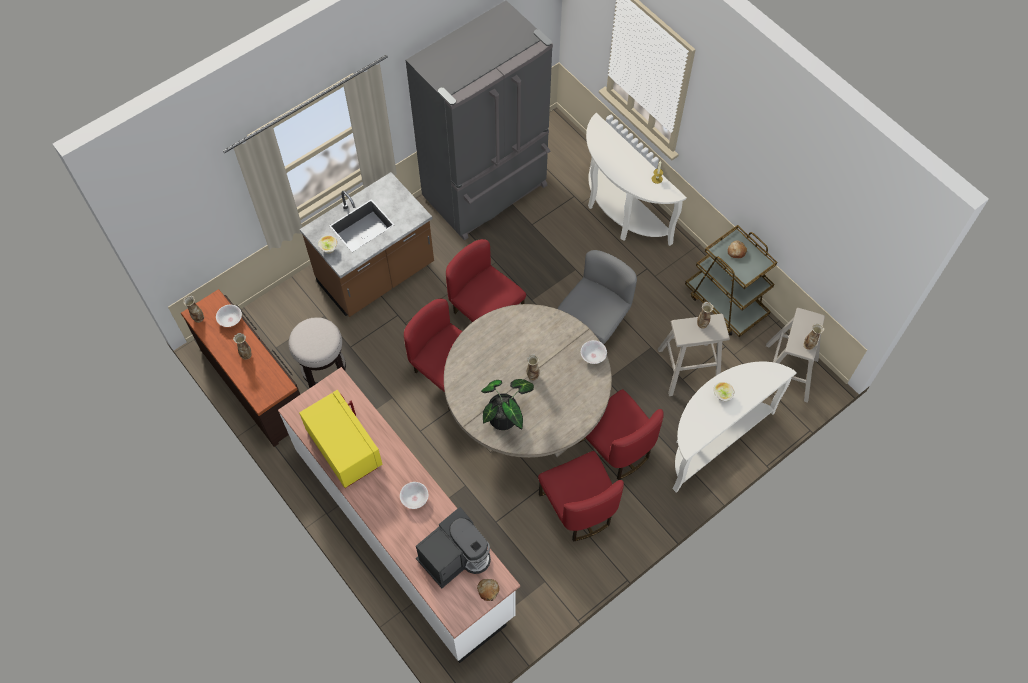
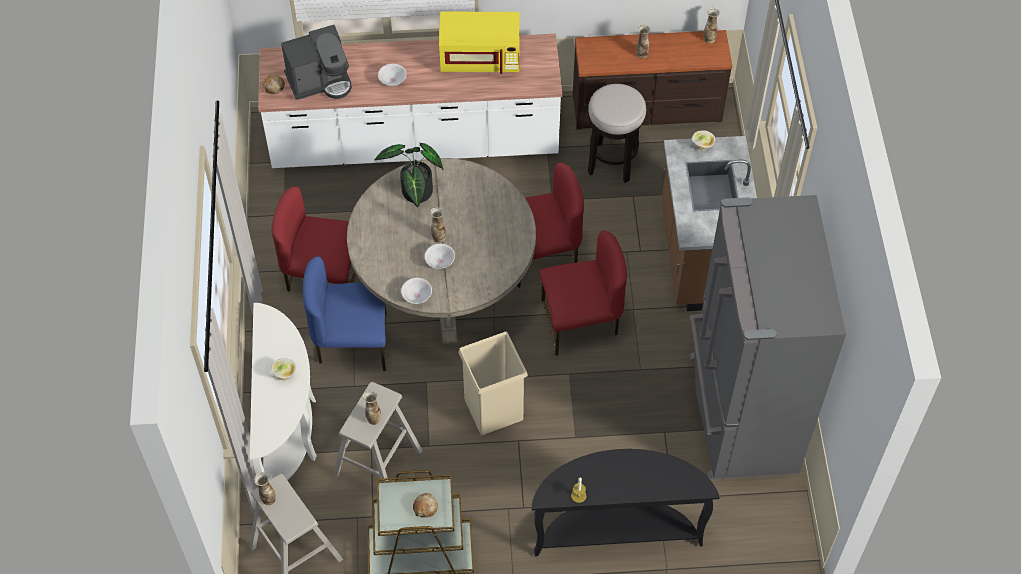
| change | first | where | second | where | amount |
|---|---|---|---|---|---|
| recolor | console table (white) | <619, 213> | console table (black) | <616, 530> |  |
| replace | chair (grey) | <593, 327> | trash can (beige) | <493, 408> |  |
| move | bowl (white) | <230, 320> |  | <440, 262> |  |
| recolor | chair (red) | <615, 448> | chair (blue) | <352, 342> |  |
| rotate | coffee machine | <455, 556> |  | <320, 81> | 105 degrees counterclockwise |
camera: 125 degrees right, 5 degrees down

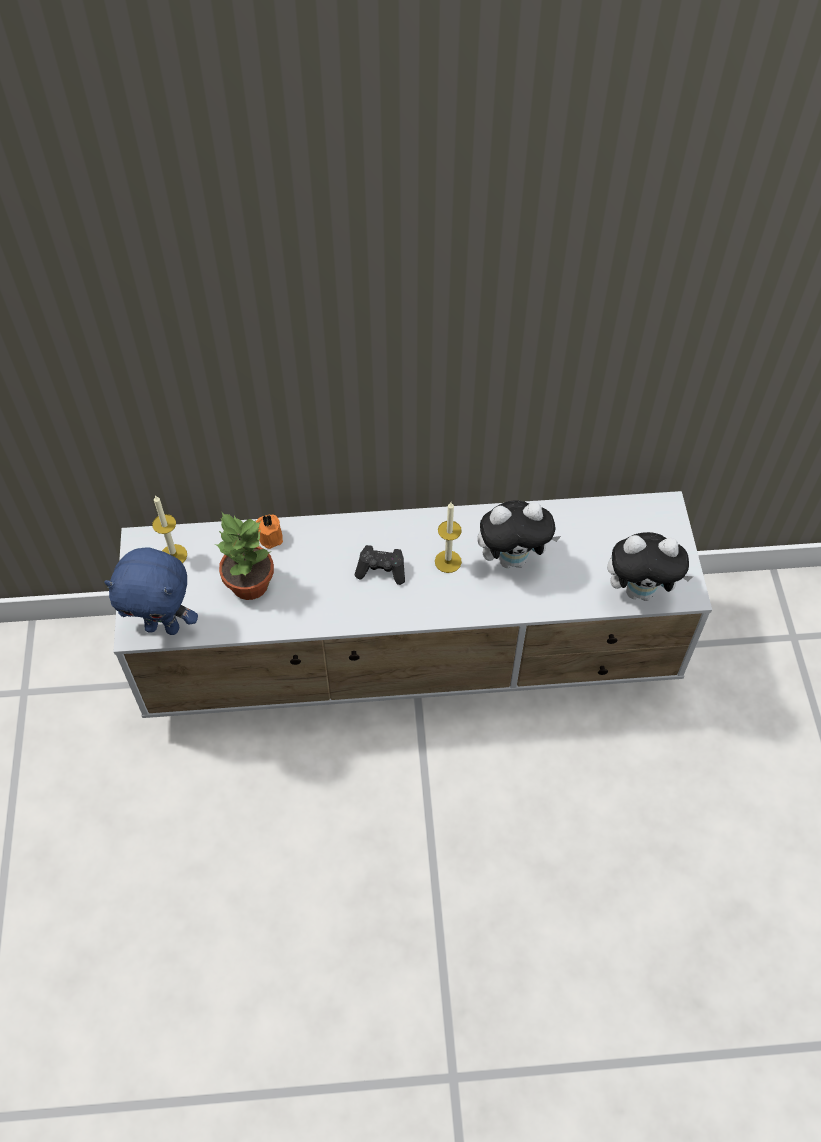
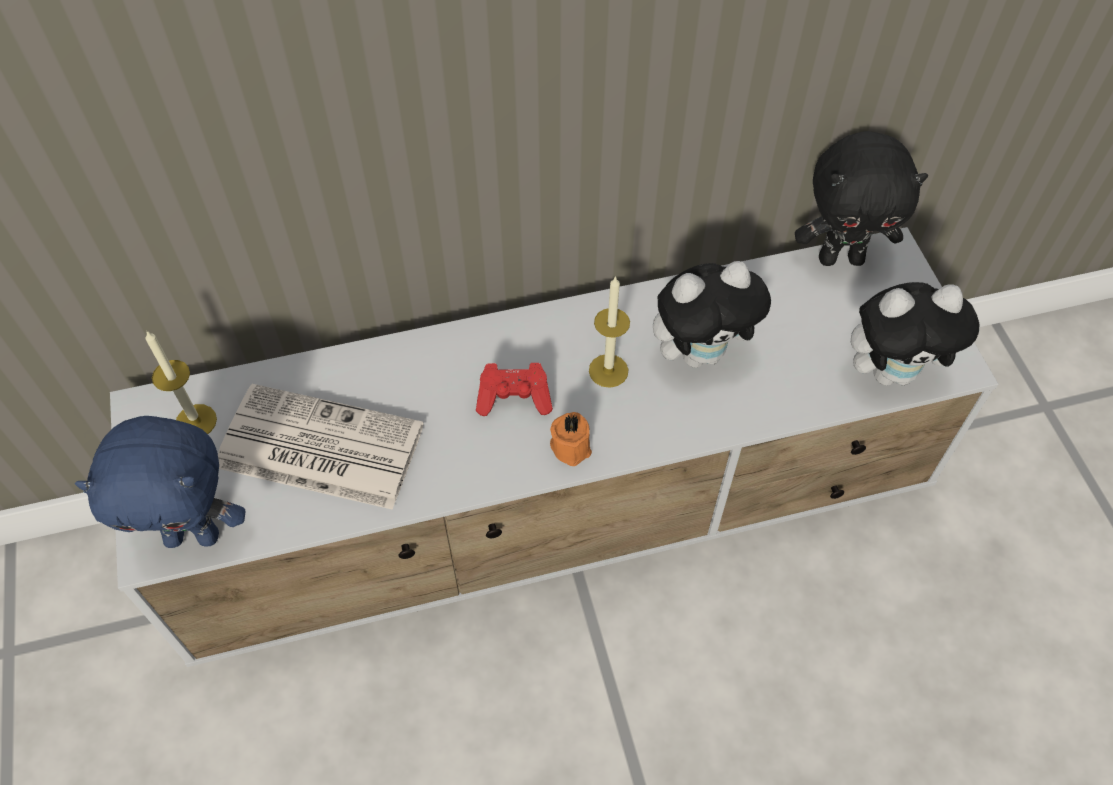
| change | first | where | second | where | amount |
|---|---|---|---|---|---|
| replace | potted plant | <248, 583> | newspaper | <317, 447> |  |
| move | candle (orange) | <271, 536> |  | <571, 446> |  |
| recolor | game controller (black) | <382, 570> | game controller (red) | <514, 398> |  |
| insert |  |  | plush toy (black) | <841, 258> |  |
camera: 10 degrees left, 0 degrees up

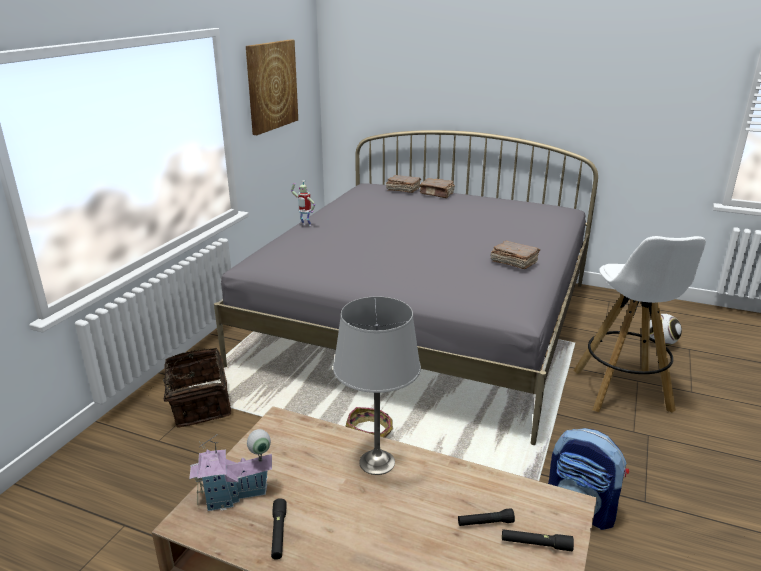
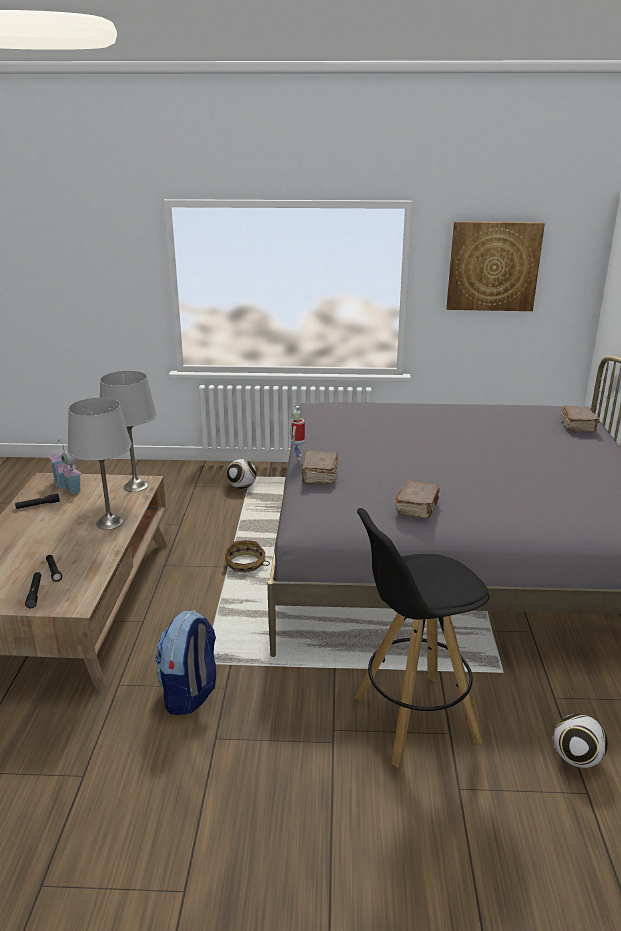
| change | first | where | second | where | amount |
|---|---|---|---|---|---|
| move | book (brown) | <437, 194> |  | <319, 475> |  |
| move | toy robot | <305, 225> |  | <297, 457> |  |
| recolor | stool (white) | <622, 392> | stool (black) | <413, 719> |  |
| replace | basket | <198, 404> | football | <242, 487> |  |
| insert |  |  | table lamp (grey) | <135, 486> |  |
camera: 70 degrees right, 0 degrees up

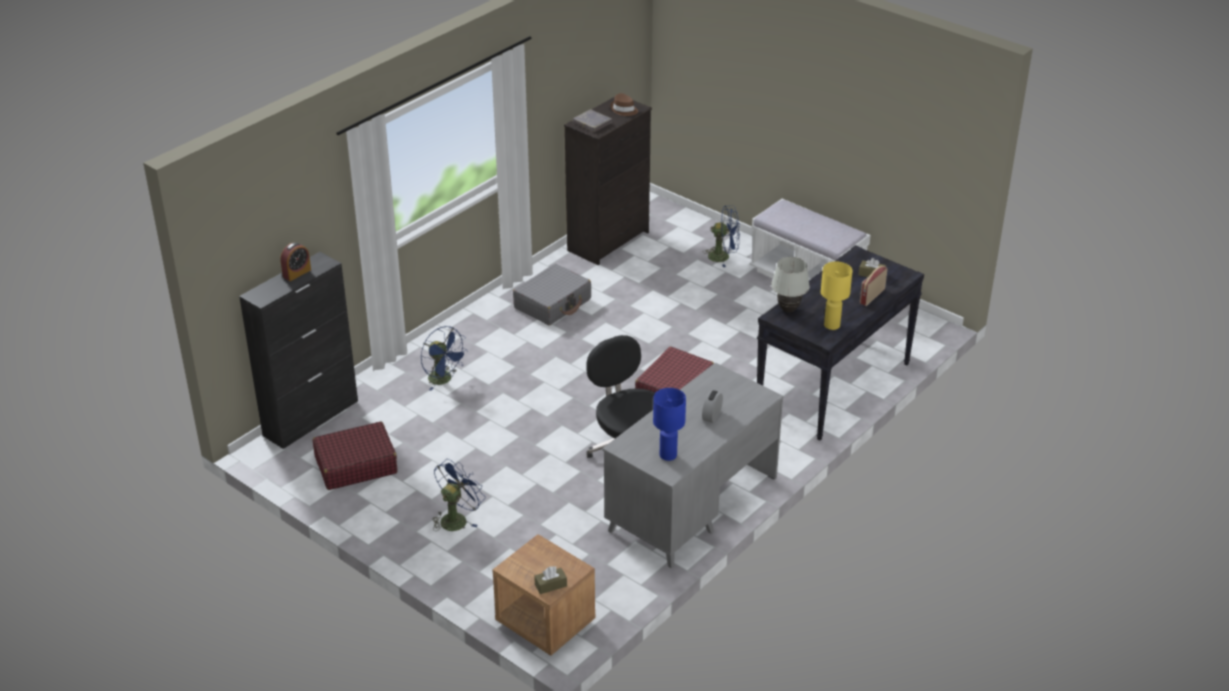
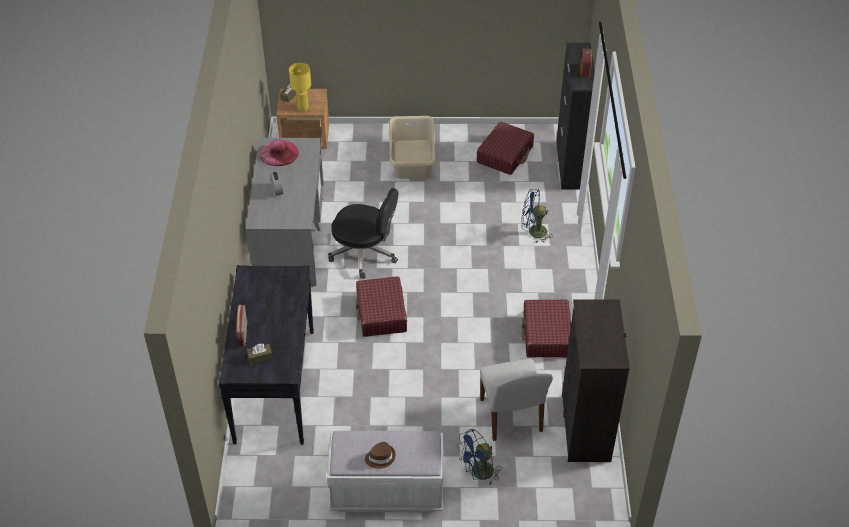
| change | first | where | second | where | amount |
|---|---|---|---|---|---|
| move | hat (brown) | <624, 110> |  | <380, 457> |  |
| delete | book (grey) | <592, 123> |  |  |  |
| delete | table lamp (white) | <788, 310> |  |  |  |
| move | table lamp (yellow) | <831, 325> |  | <303, 107> |  |
| recolor | suitcase (grey) | <553, 303> | suitcase (red) | <546, 335> |  |
| replace | table lamp (blue) | <668, 455> | hat (pink) | <279, 153> |  |
| replace | fan (blue) | <457, 518> | laundry basket (beige) | <412, 159> |  |
| insert |  |  | chair (white) | <511, 417> |  |
camera: 140 degrees right, 10 degrees up

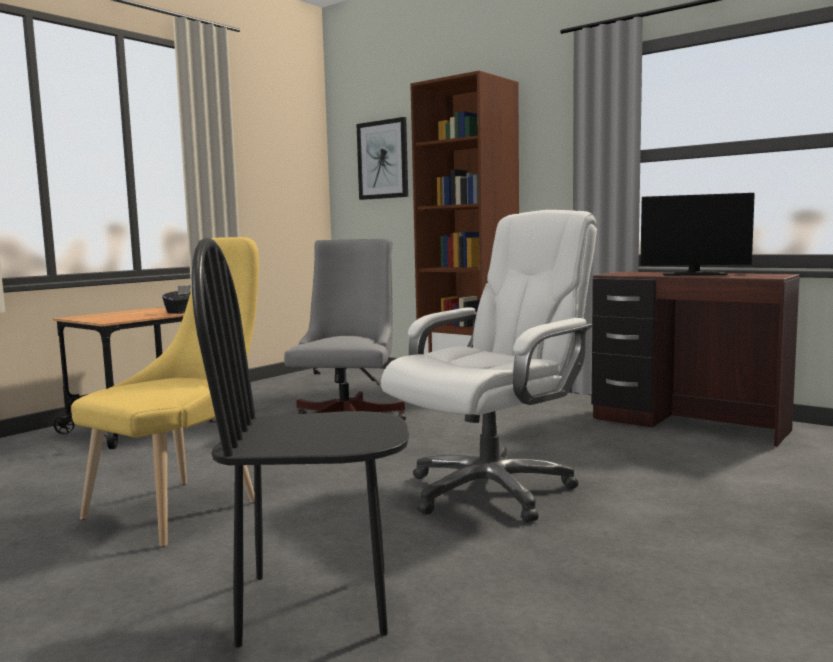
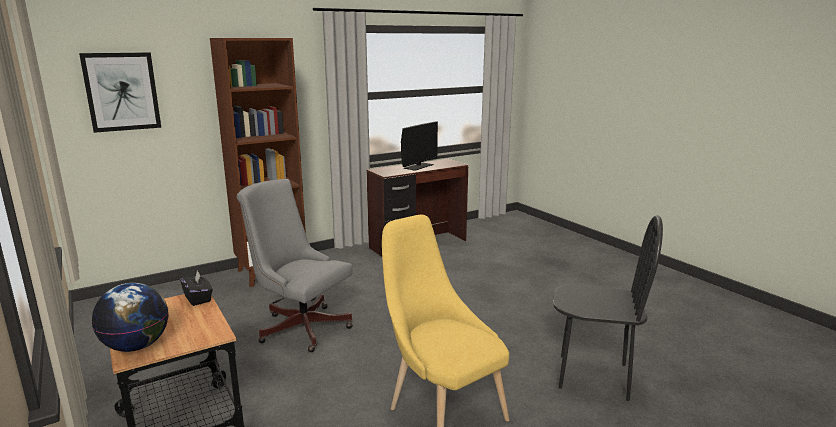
| change | first | where | second | where | amount |
|---|---|---|---|---|---|
| delete | office chair (white) | <490, 490> |  |  |  |
| rotate | chair (black) | <316, 604> |  | <593, 376> | 90 degrees counterclockwise |
| insert |  |  | globe | <137, 346> |  |
camera: 70 degrees left, 10 degrees up

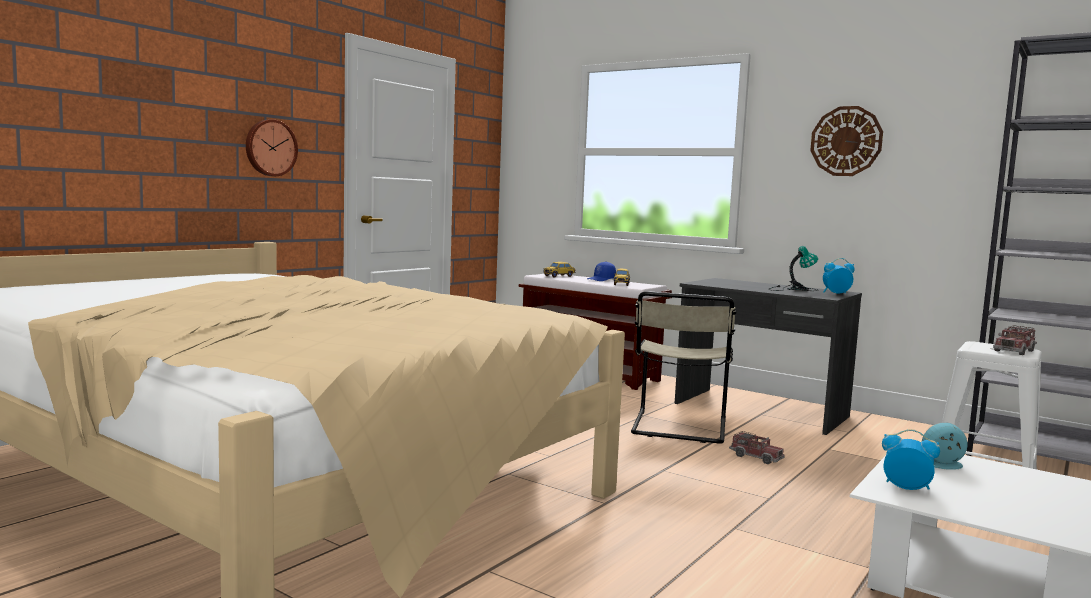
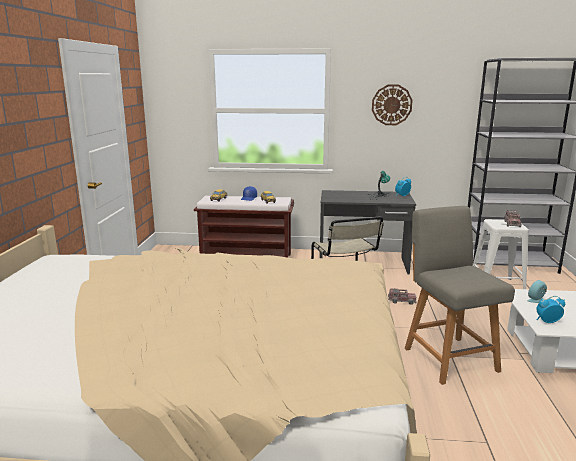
| change | first | where | second | where | amount |
|---|---|---|---|---|---|
| delete | wall clock | <270, 148> |  |  |  |
| insert |  |  | chair (grey) | <448, 357> |  |
camera: 30 degrees left, 10 degrees up

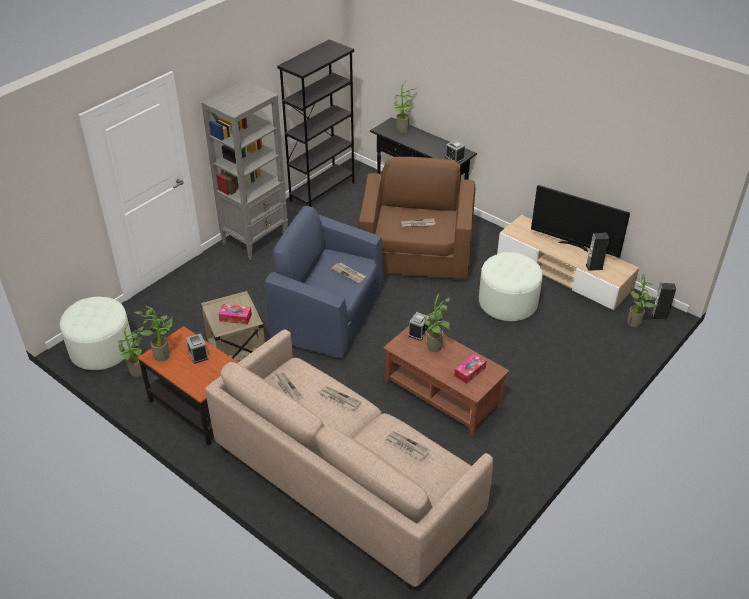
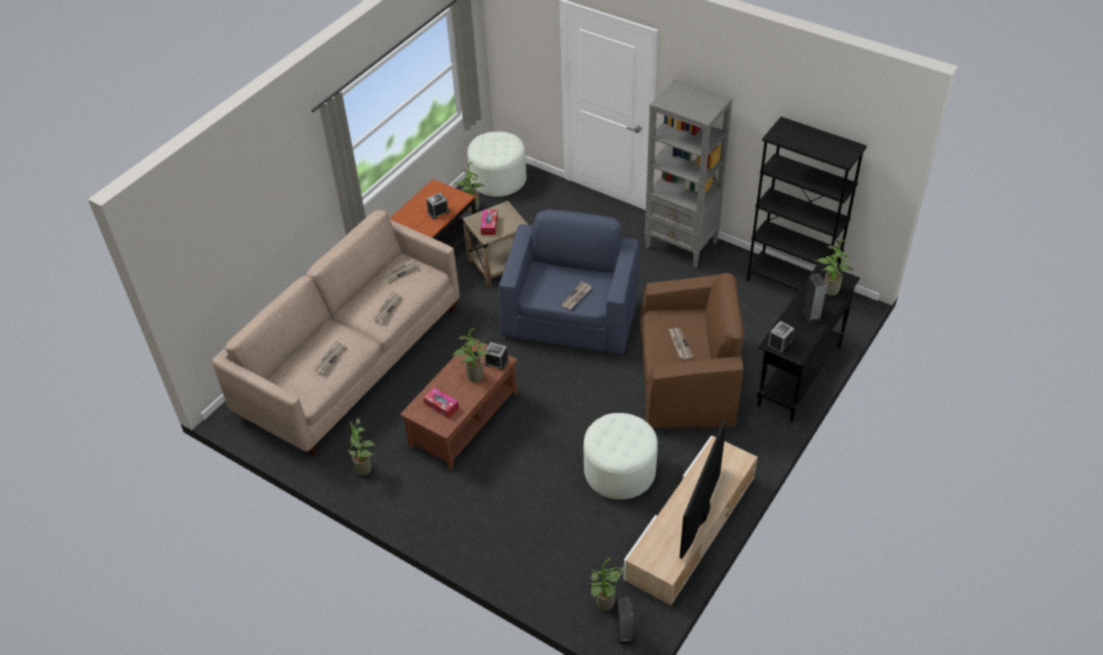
| change | first | where | second | where | amount |
|---|---|---|---|---|---|
| move | speaker | <594, 267> |  | <811, 314> |  |
| move | potted plant | <162, 354> |  | <366, 469> |  |
camera: 85 degrees right, 5 degrees up

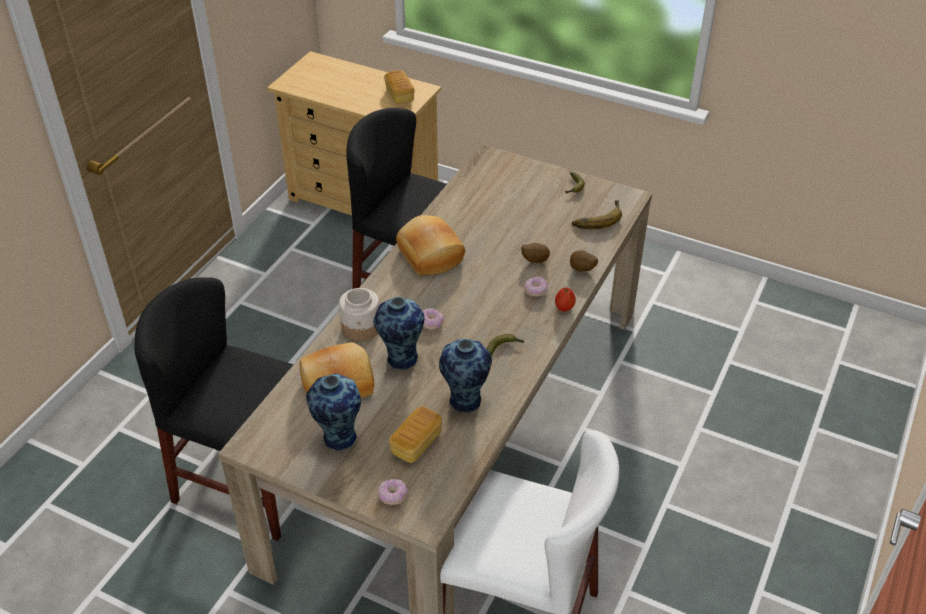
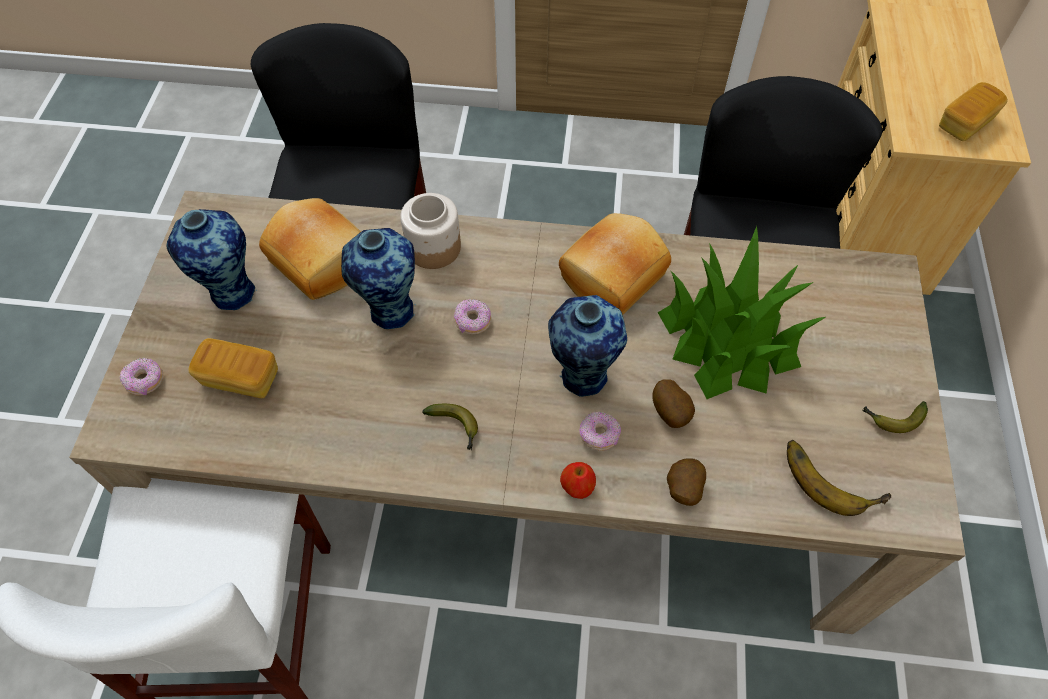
| change | first | where | second | where | amount |
|---|---|---|---|---|---|
| move | vase | <465, 402> |  | <581, 377> |  |
| insert |  |  | potted plant | <729, 338> |  |
camera: 70 degrees right, 15 degrees up

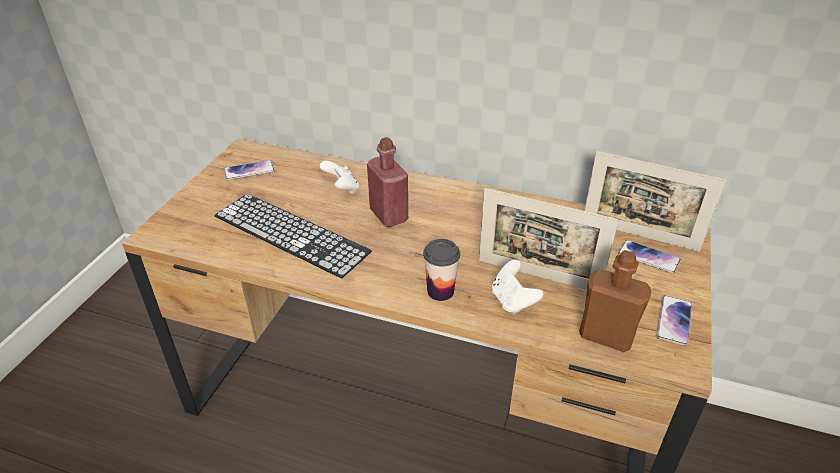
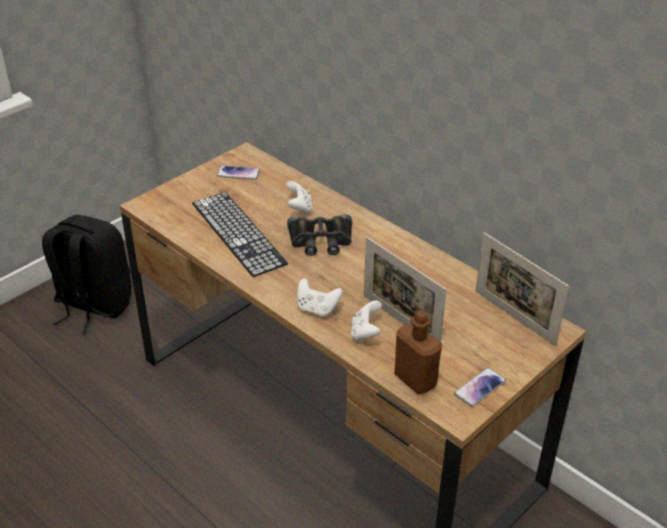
| change | first | where | second | where | amount |
|---|---|---|---|---|---|
| replace | bottle (red) | <388, 215> | binoculars (black) | <320, 240> |  |
| replace | cup | <440, 291> | game controller (white) | <317, 309> |  |
| delete | phone | <648, 257> |  |  |  |
| insert |  |  | backpack (black) | <93, 305> |  |
camera: 25 degrees right, 0 degrees up

